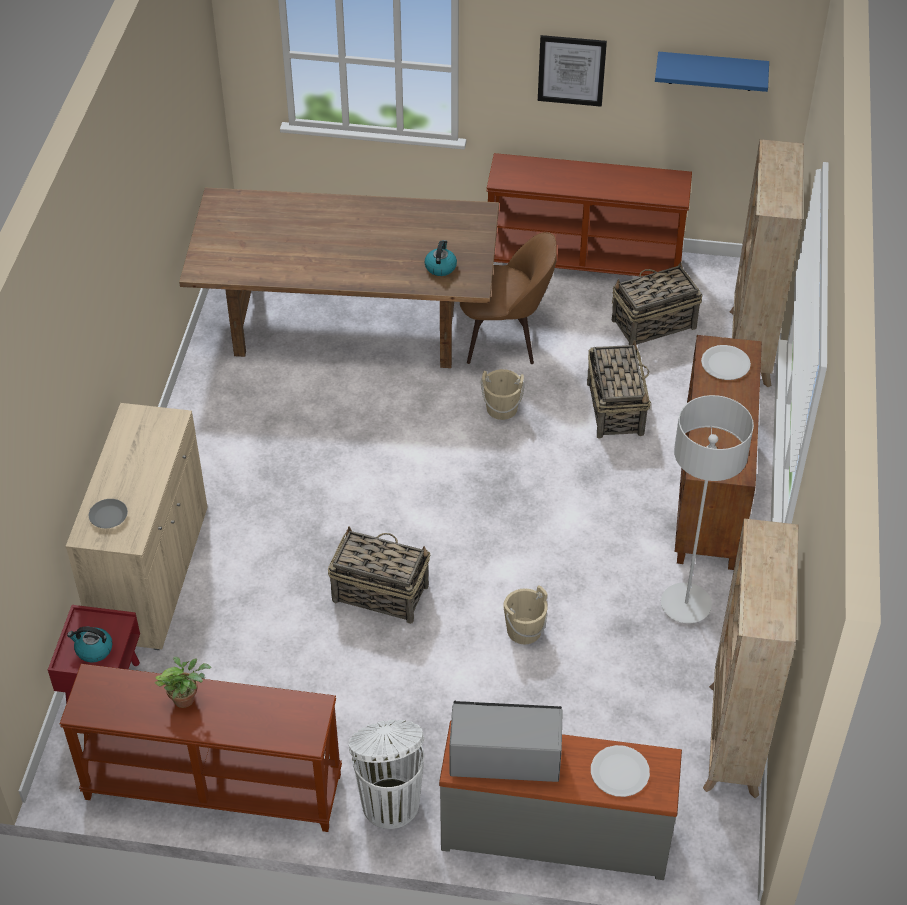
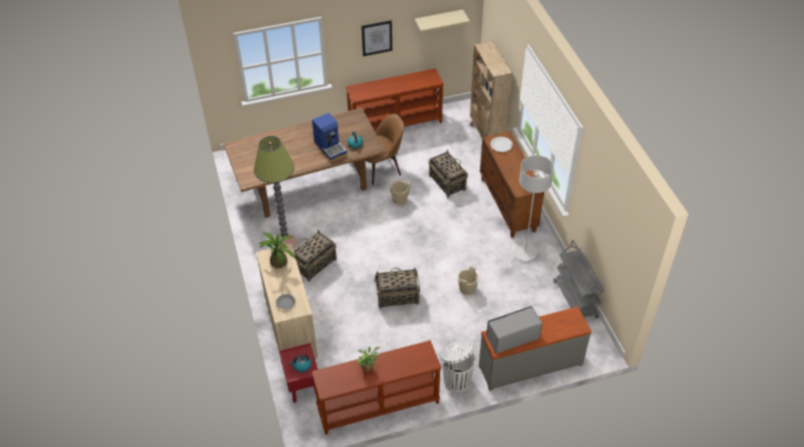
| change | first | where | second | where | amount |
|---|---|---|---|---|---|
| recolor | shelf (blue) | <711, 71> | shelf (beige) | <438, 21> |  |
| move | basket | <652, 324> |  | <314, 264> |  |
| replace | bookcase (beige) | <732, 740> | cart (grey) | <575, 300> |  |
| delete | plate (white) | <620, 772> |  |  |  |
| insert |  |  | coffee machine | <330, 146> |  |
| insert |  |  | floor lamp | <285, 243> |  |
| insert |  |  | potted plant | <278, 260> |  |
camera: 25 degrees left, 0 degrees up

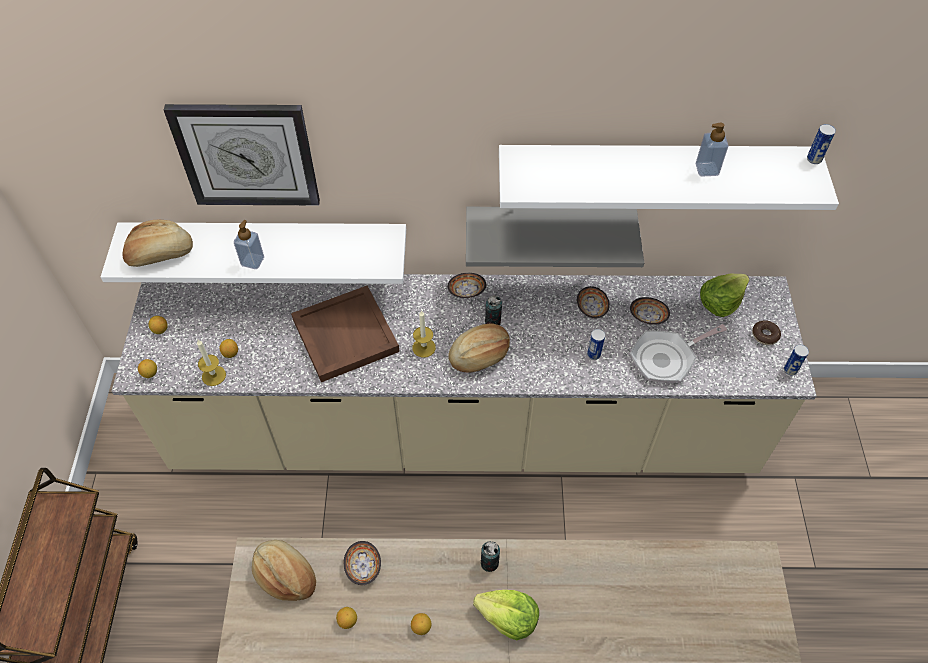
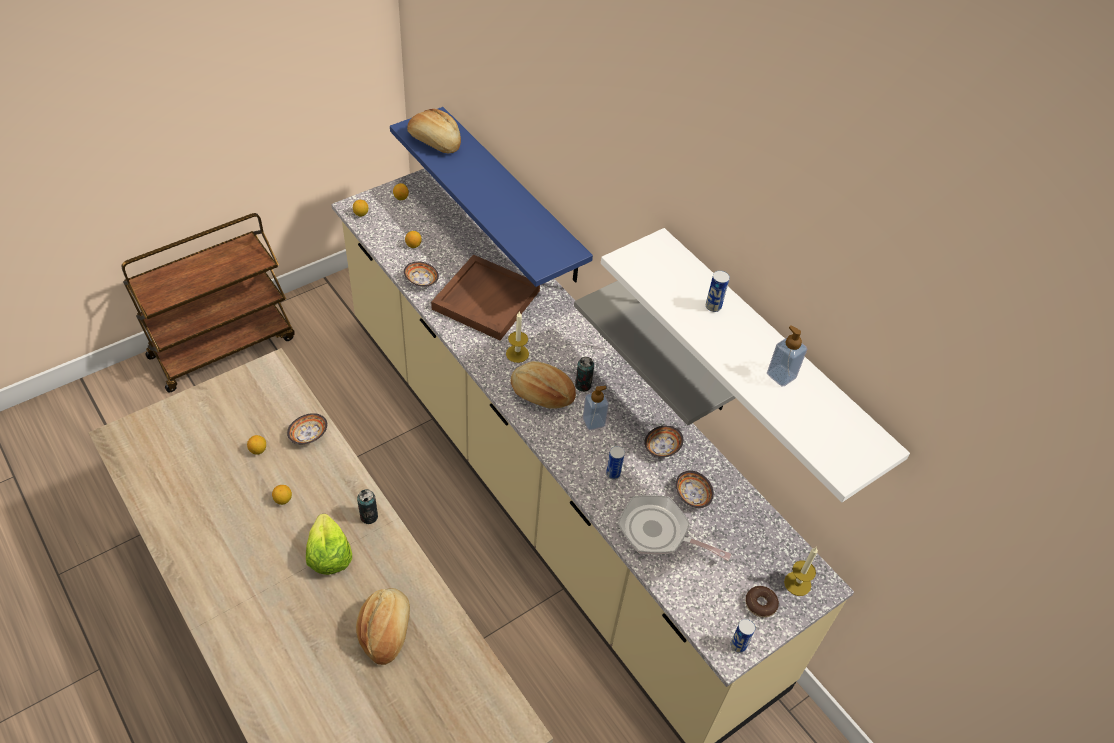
| change | first | where | second | where | amount |
|---|---|---|---|---|---|
| delete | wall clock | <247, 154> |  |  |  |
| move | can | <814, 159> |  | <713, 306> |  |
| move | soap dispenser | <252, 261> |  | <593, 422> |  |
| recolor | shelf (white) | <266, 241> | shelf (blue) | <512, 196> |  |
| move | bowl | <467, 292> |  | <421, 282> |  |
| delete | lettuce | <720, 302> |  |  |  |
| move | candle | <213, 375> |  | <797, 583> |  |
| move | bread | <285, 575> |  | <386, 631> |  |
camera: 50 degrees right, 5 degrees down

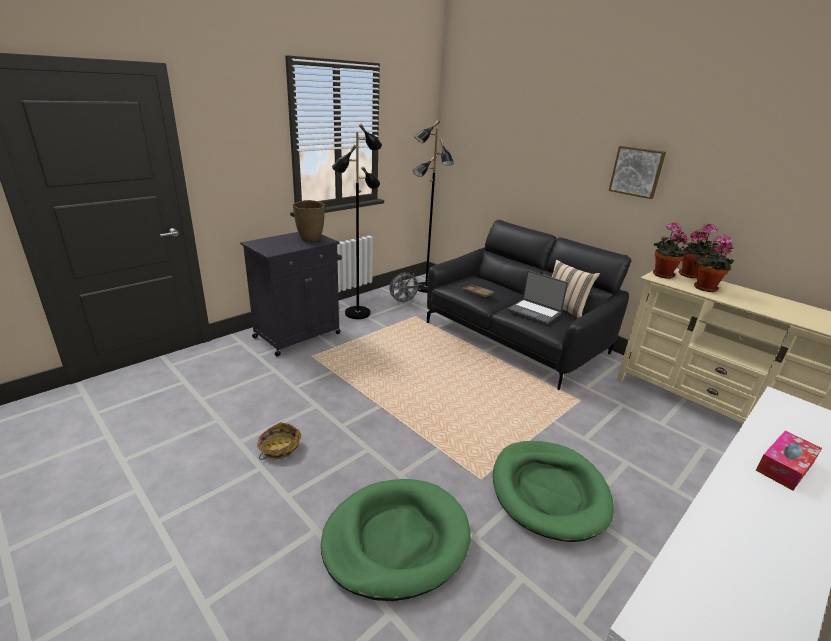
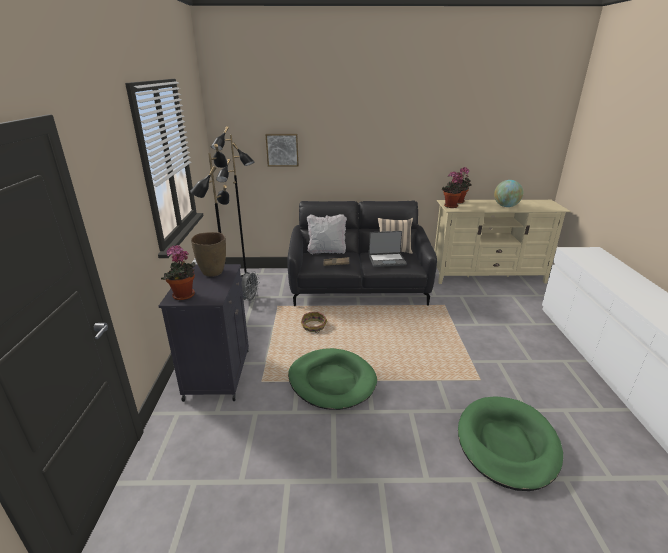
| change | first | where | second | where | amount |
|---|---|---|---|---|---|
| move | picture | <637, 172> |  | <282, 150> |  |
| move | potted plant | <705, 289> |  | <184, 296> |  |
| move | basket | <279, 447> |  | <313, 327> |  |
| delete | tissue box | <784, 467> |  |  |  |
| move | dog bed (green) | <549, 491> |  | <332, 381> |  |
| insert |  |  | globe | <506, 206> |  |
| insert |  |  | pillow (white) | <326, 251> |  |
camera: 45 degrees left, 0 degrees up

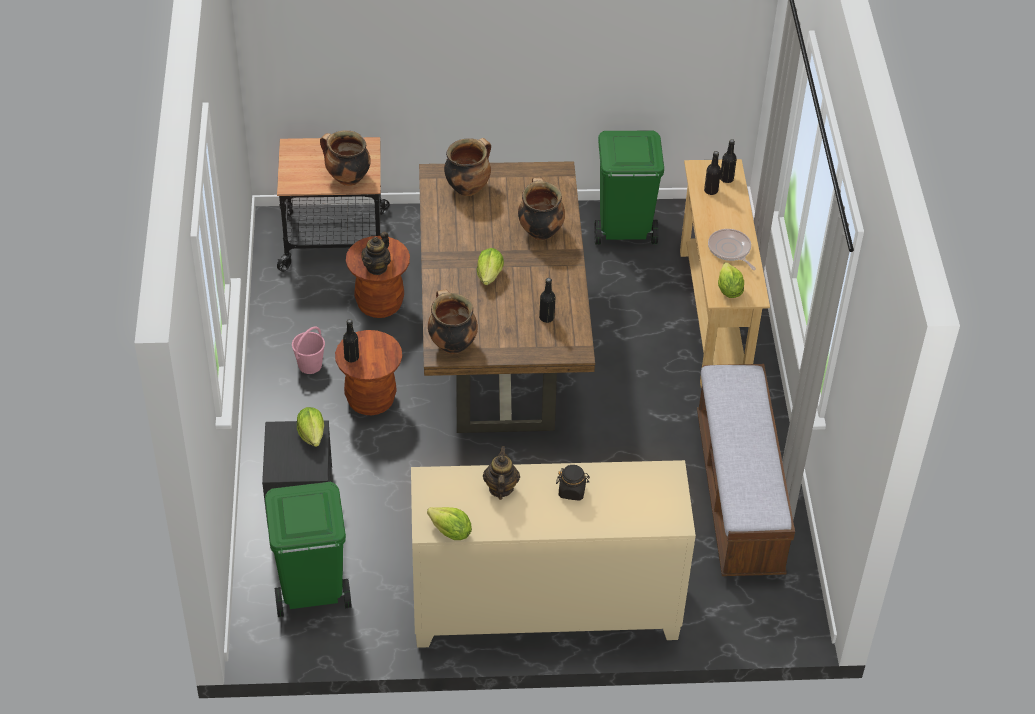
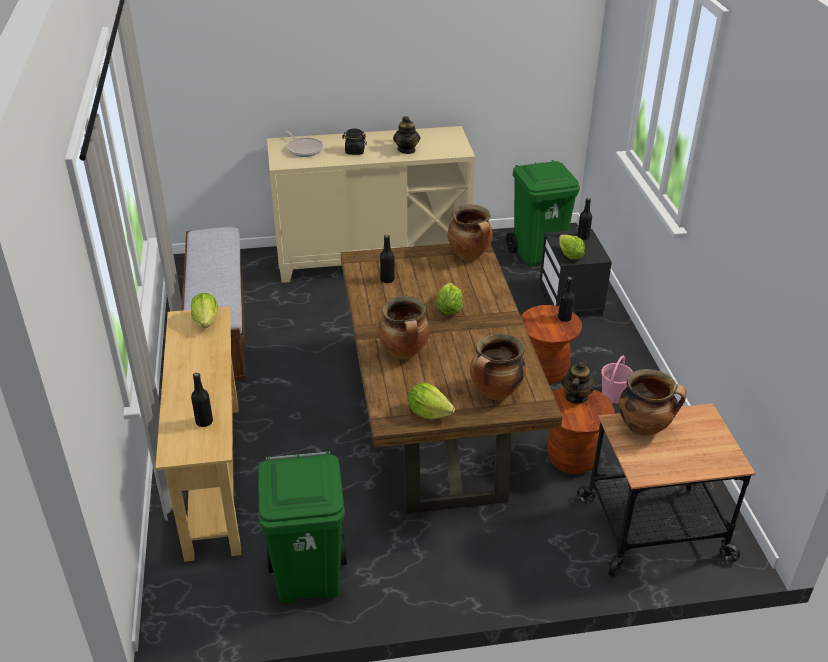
| change | first | where | second | where | amount |
|---|---|---|---|---|---|
| move | bottle (black) | <726, 179> |  | <583, 237> |  |
| move | frying pan | <730, 250> |  | <304, 149> |  |
| move | lettuce | <450, 532> |  | <428, 412> |  |
camera: 175 degrees right, 10 degrees down

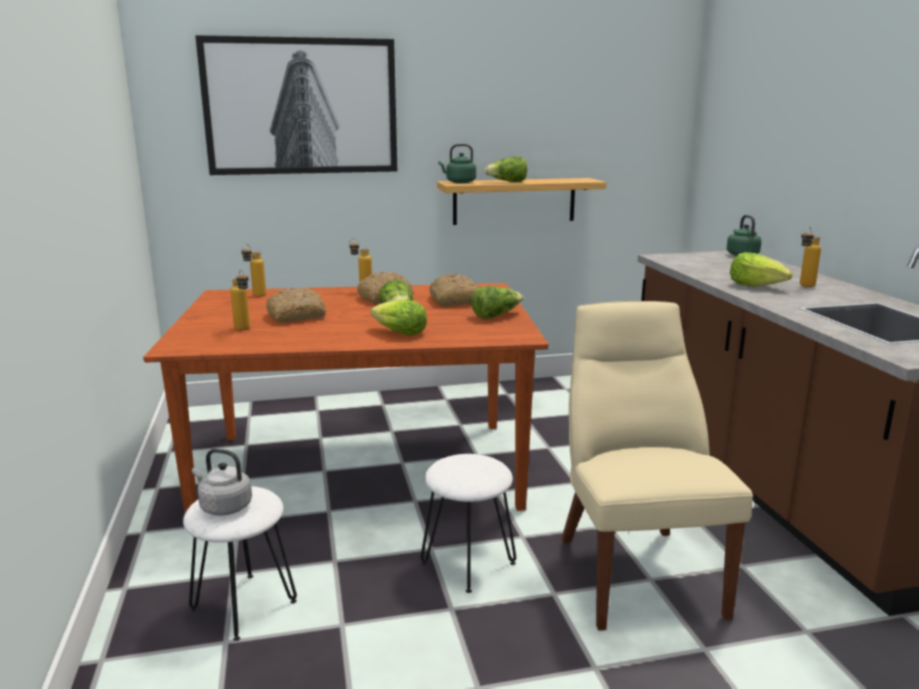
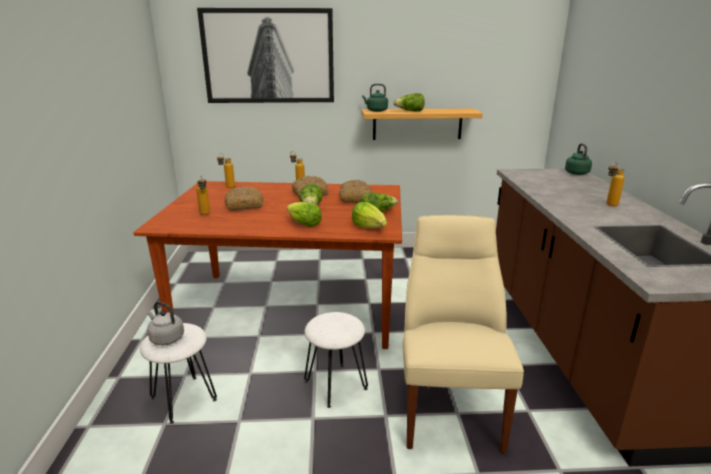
| change | first | where | second | where | amount |
|---|---|---|---|---|---|
| move | lettuce | <756, 286> |  | <369, 227> |  |
camera: 10 degrees right, 5 degrees up

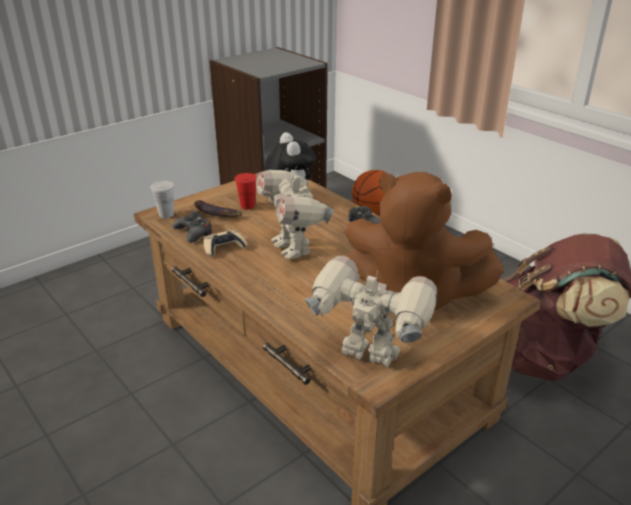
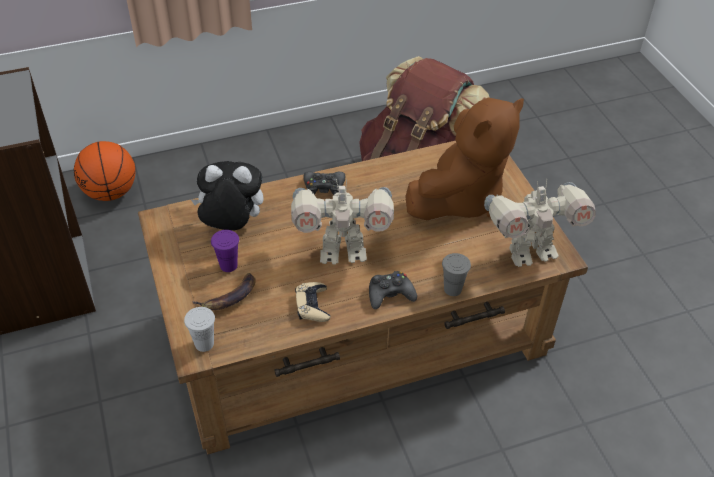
| change | first | where | second | where | amount |
|---|---|---|---|---|---|
| recolor | cup (red) | <247, 206> | cup (purple) | <228, 265> |  |
| move | game controller (black) | <194, 232> |  | <390, 294> |  |
| rotate | toy robot | <368, 356> |  | <530, 252> | 150 degrees counterclockwise |
| insert |  |  | cup (grey) | <452, 289> |  |
camera: 70 degrees left, 15 degrees up

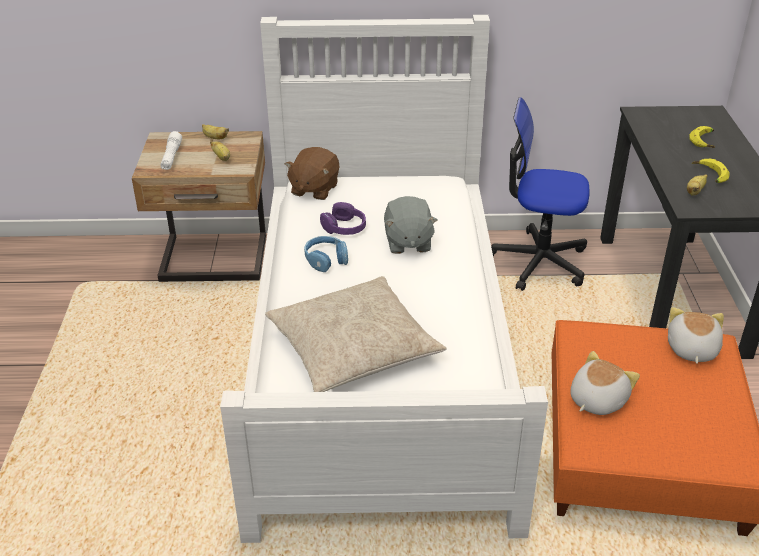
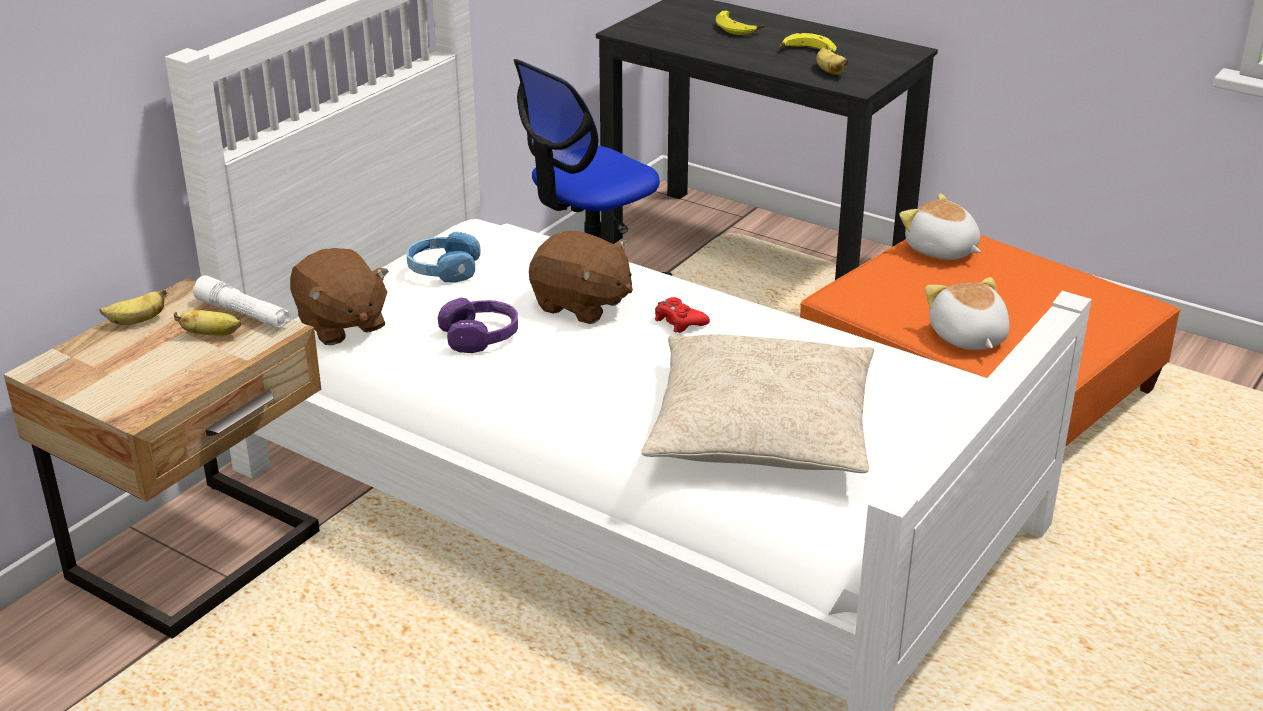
| change | first | where | second | where | amount |
|---|---|---|---|---|---|
| move | flashlight (white) | <171, 157> |  | <244, 314> |  |
| recolor | plush toy (grey) | <407, 242> | plush toy (brown) | <581, 305> |  |
| move | headphones (blue) | <326, 259> |  | <443, 269> |  |
| insert |  |  | game controller (red) | <679, 321> |  |
camera: 55 degrees left, 5 degrees down

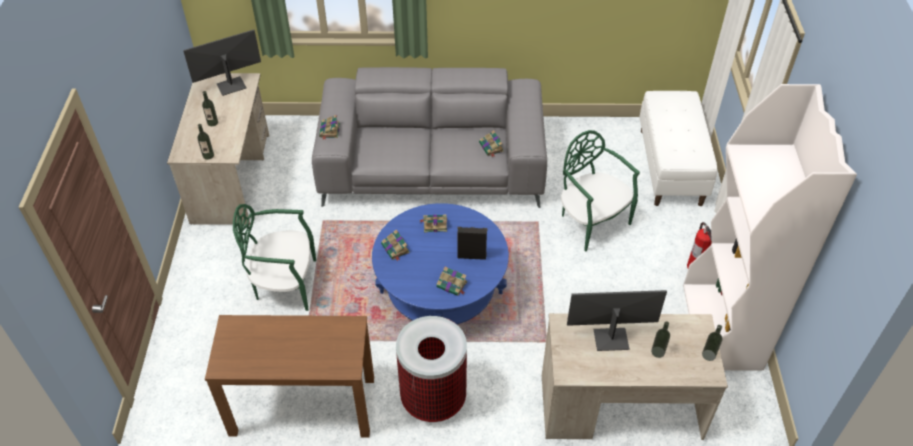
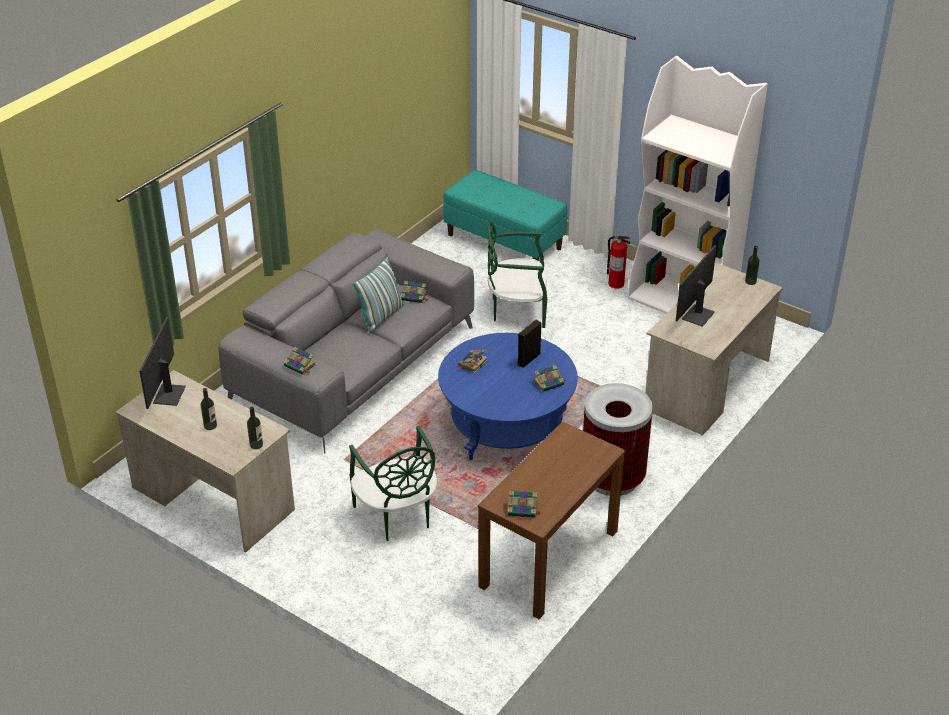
| change | first | where | second | where | amount |
|---|---|---|---|---|---|
| recolor | bench (white) | <671, 167> | bench (turquoise) | <505, 241> |  |
| rotate | chair (green) | <284, 284> |  | <397, 516> | 60 degrees counterclockwise |
| move | book | <395, 249> |  | <523, 509> |  |
| delete | bottle | <658, 352> |  |  |  |
| insert |  |  | pillow | <381, 317> |  |
camera: 55 degrees left, 10 degrees down

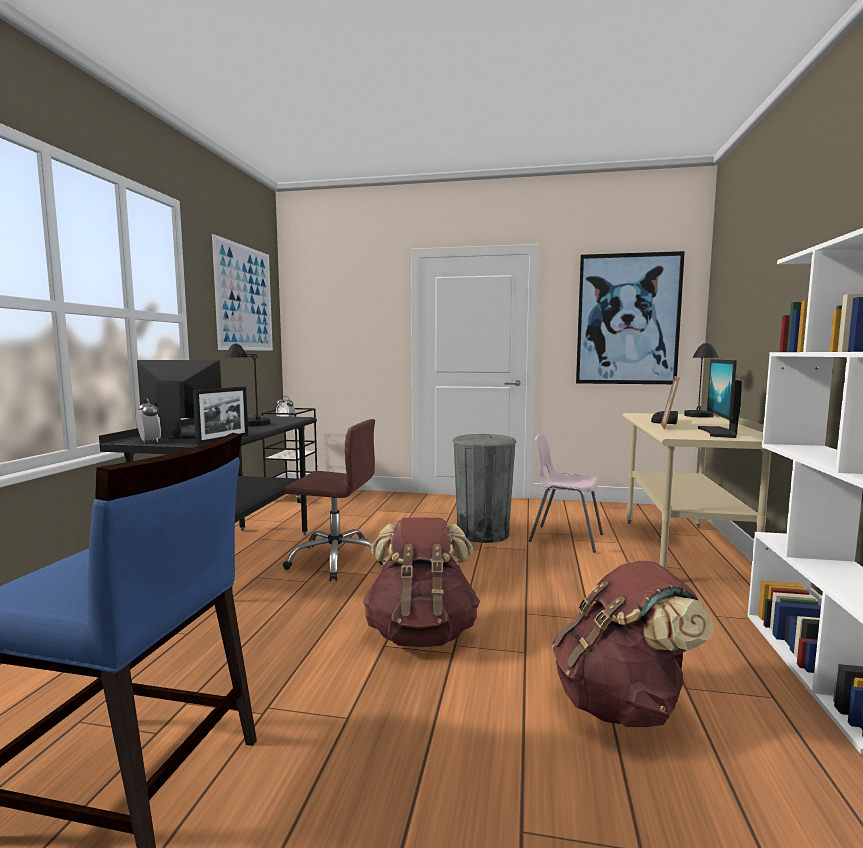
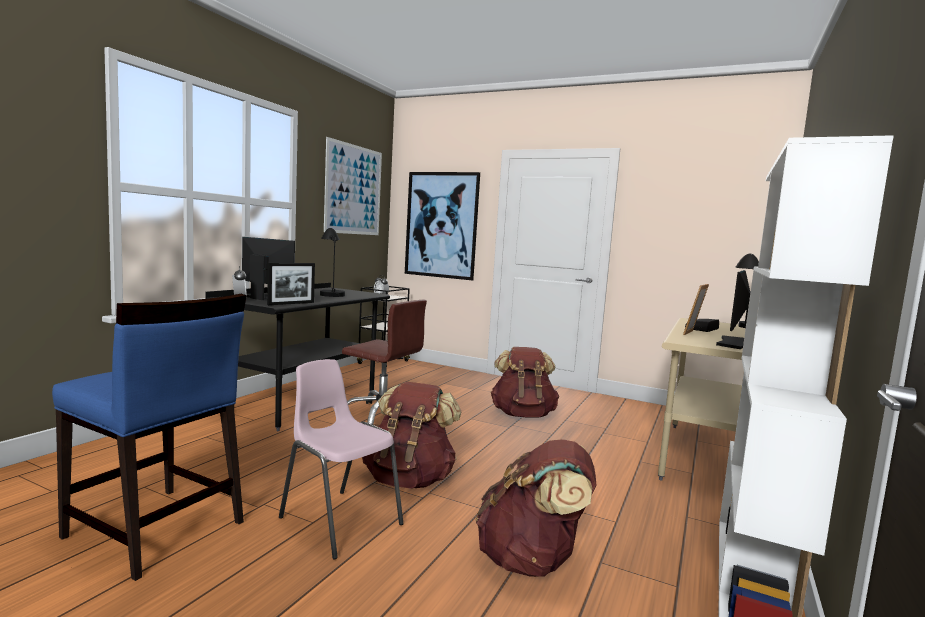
| change | first | where | second | where | amount |
|---|---|---|---|---|---|
| move | picture | <628, 319> |  | <441, 225> |  |
| replace | trash can (grey) | <483, 533> | backpack (brown) | <522, 415> |  |
| move | chair (pink) | <565, 538> |  | <339, 521> |  |
camera: 15 degrees right, 0 degrees up

